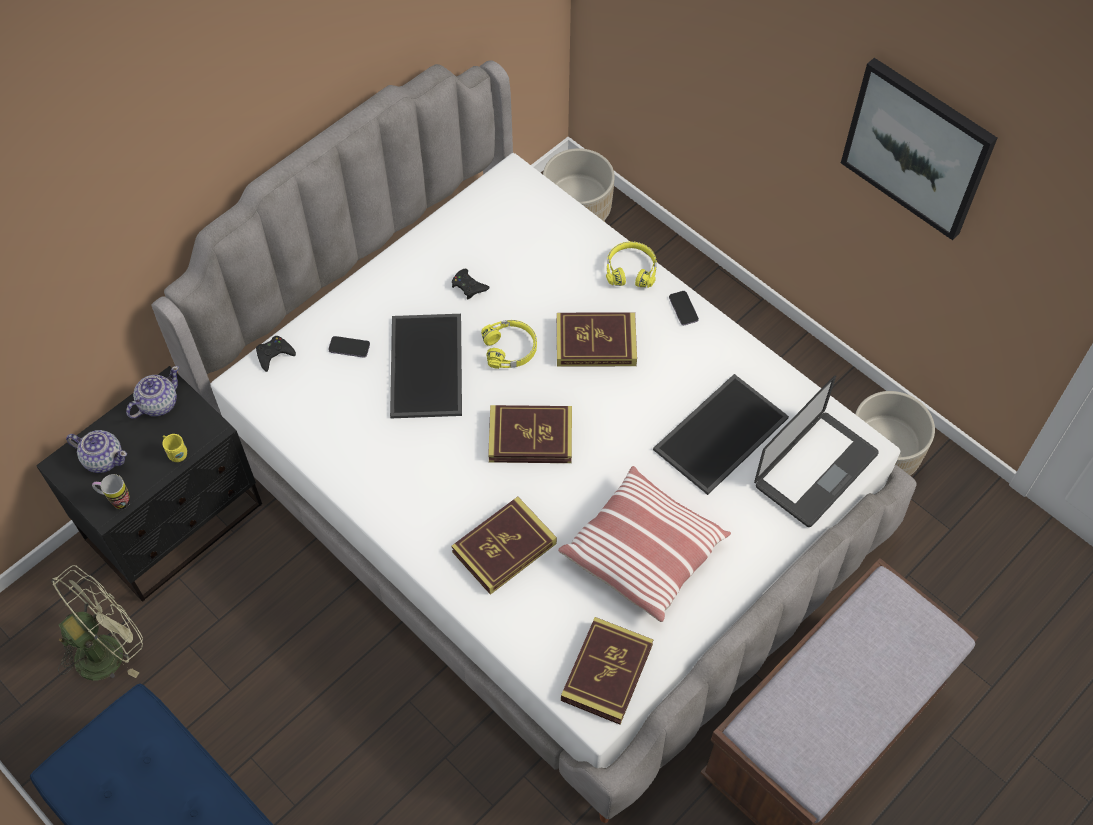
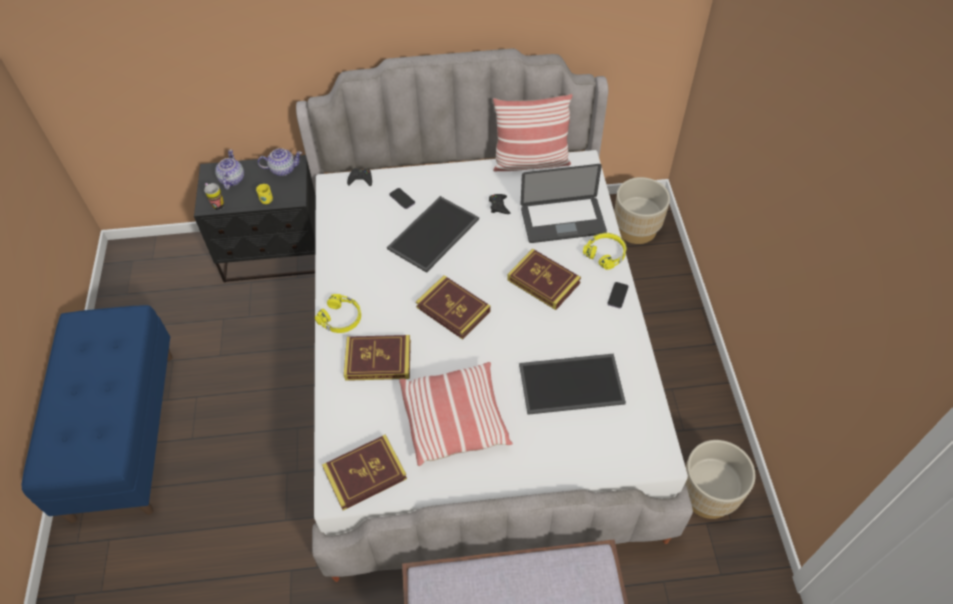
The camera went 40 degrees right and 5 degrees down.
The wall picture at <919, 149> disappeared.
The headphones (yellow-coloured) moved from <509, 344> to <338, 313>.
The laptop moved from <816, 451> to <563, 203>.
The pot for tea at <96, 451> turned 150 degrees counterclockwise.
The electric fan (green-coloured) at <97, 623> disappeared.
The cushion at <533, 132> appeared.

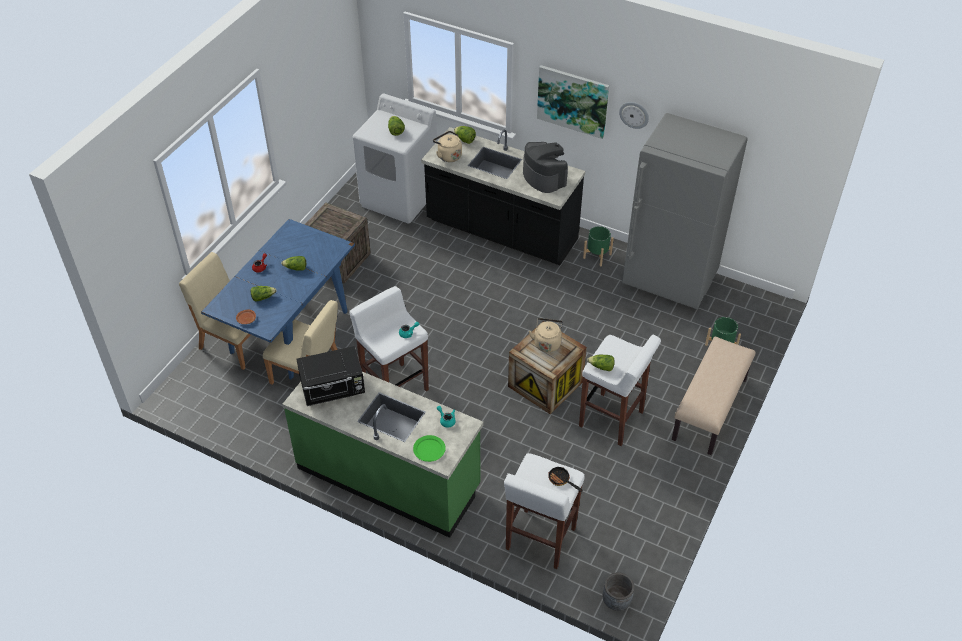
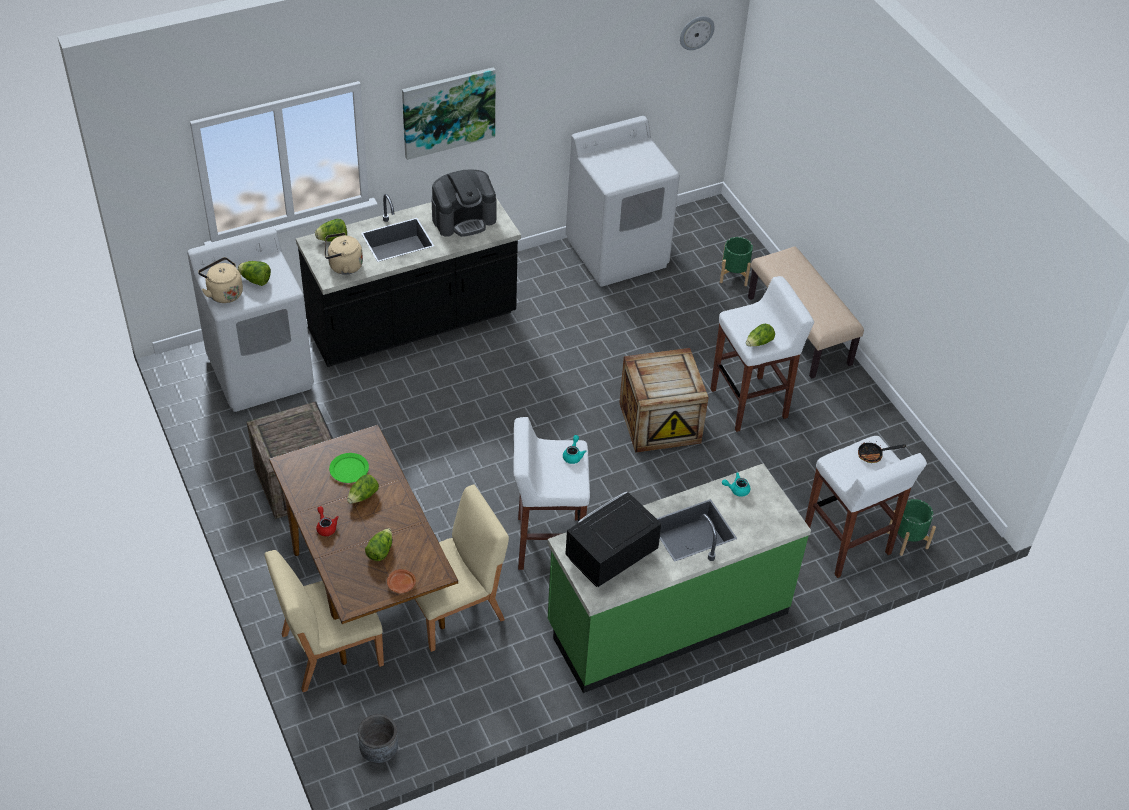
The camera went 55 degrees left and 0 degrees up.
The hanging clock moved from <634, 115> to <697, 33>.
The fridge (greyish) at <685, 211> was replaced by the laundry machine (white-coloured) at <623, 201>.
The coffee brewer at <545, 167> turned 150 degrees clockwise.
The dinner table (blue) at <278, 299> became the dinner table (brown) at <363, 545>.
The plant pot (green-coloured) moved from <598, 246> to <911, 527>.
The water kettle (sand-coloured) moved from <546, 335> to <220, 280>.
The microwave oven (black-coloured) at <331, 376> turned 150 degrees counterclockwise.
The dinner plate (green-coloured) moved from <429, 448> to <349, 468>.
The plant pot (greyish) moved from <619, 591> to <378, 739>.

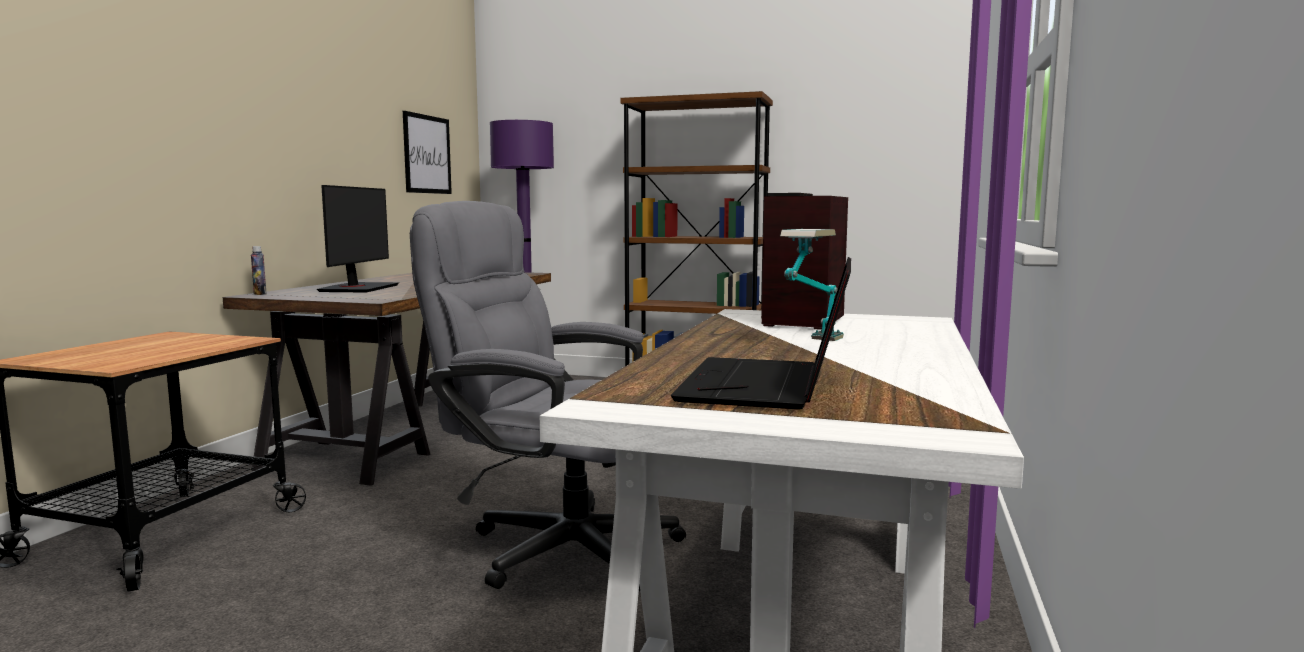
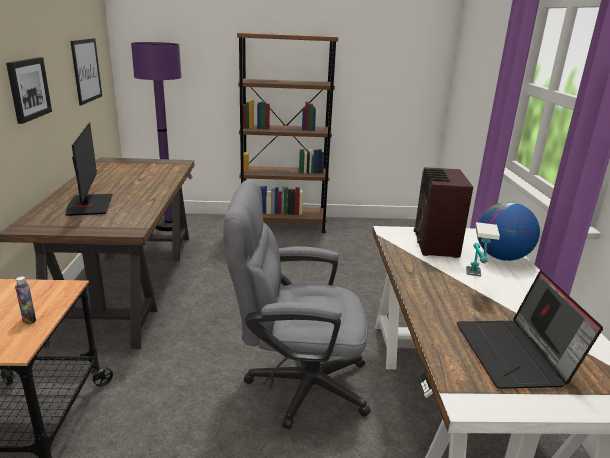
The camera went 20 degrees left and 15 degrees up.
The beverage bottle moved from <258, 270> to <25, 300>.
The wall picture at <29, 90> appeared.
The world globe at <508, 231> appeared.

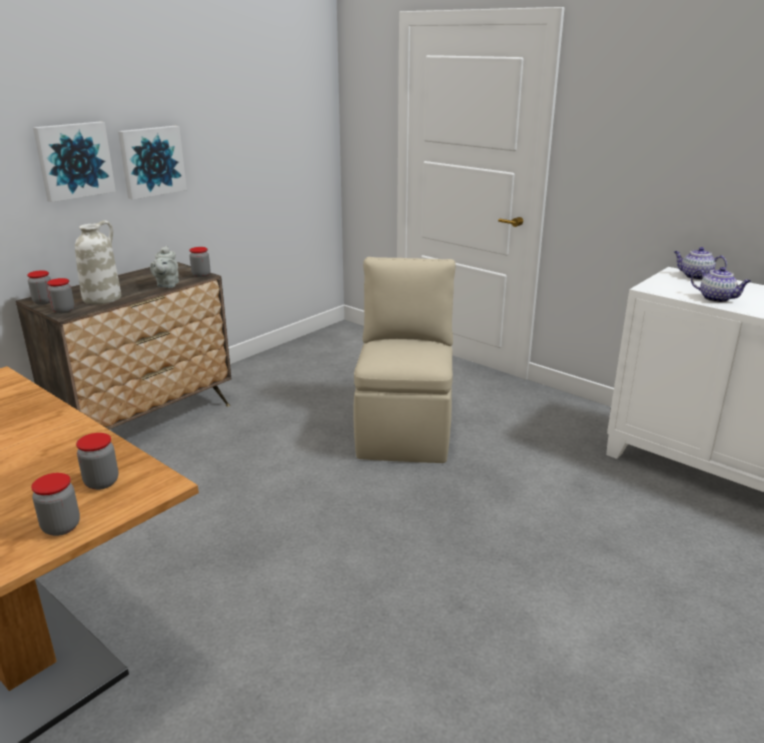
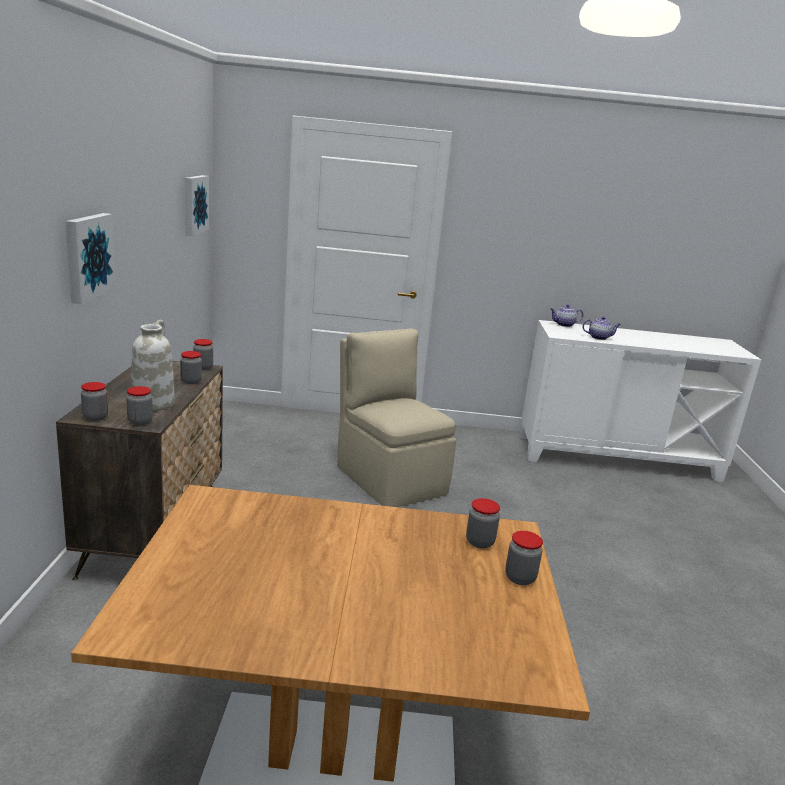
The camera went 40 degrees left and 5 degrees down.
The wall picture moved from <152, 163> to <197, 205>.
The pot for tea (greyish) at <164, 267> was replaced by the jar at <191, 367>.

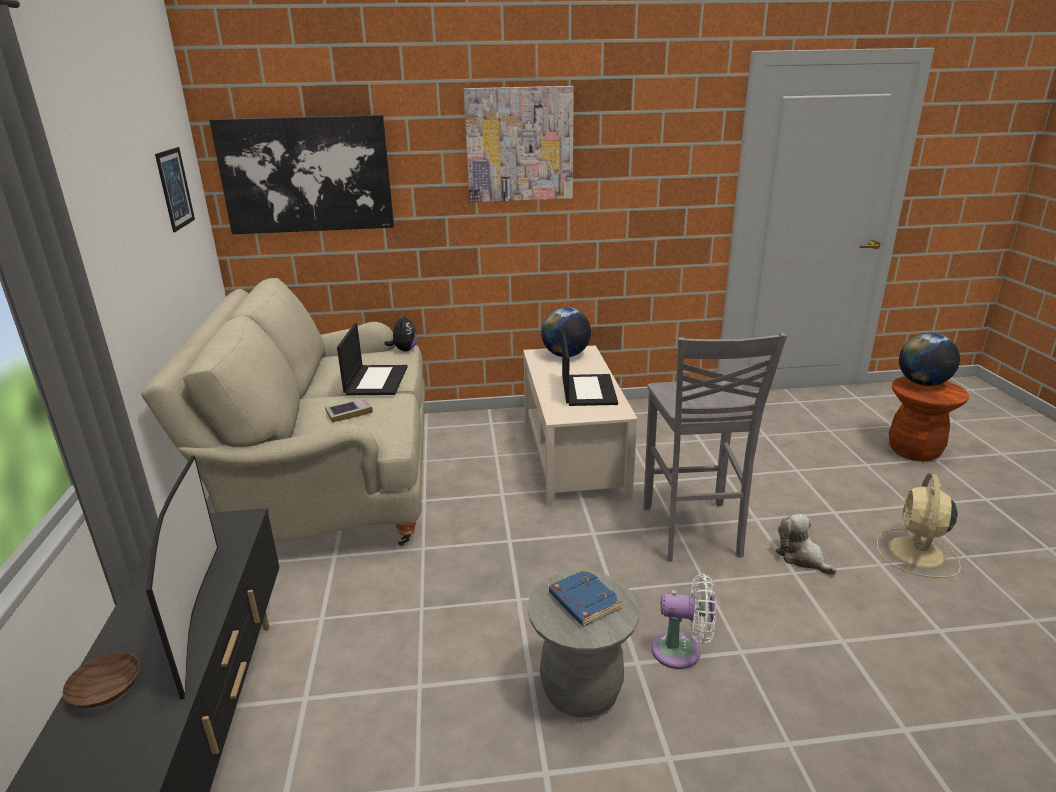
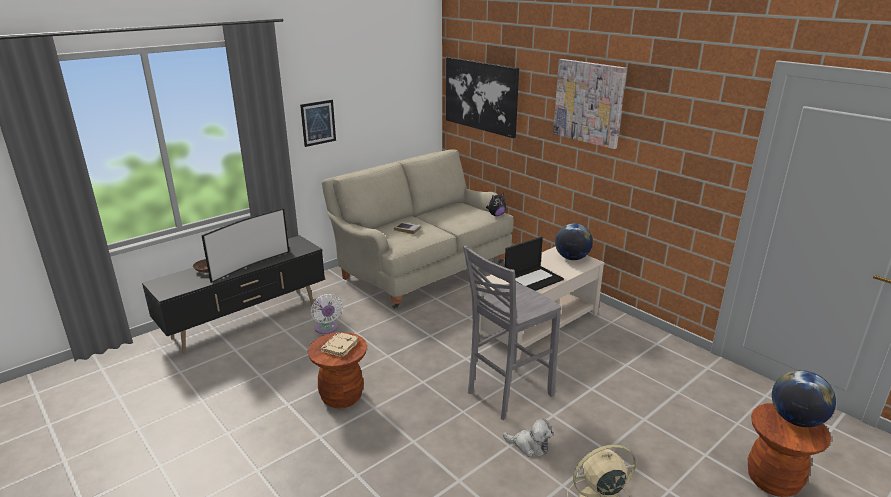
The camera went 55 degrees right and 0 degrees up.
The wall picture moved from <175, 189> to <318, 123>.
The laptop at <372, 359> disappeared.
The cuddly toy at <806, 544> turned 90 degrees clockwise.
The book (blue) at <585, 597> became the book (sand-coloured) at <340, 344>.
The stool (greyish) at <583, 644> became the stool (brown) at <337, 370>.
The electric fan (white-coloured) moved from <683, 621> to <327, 314>.

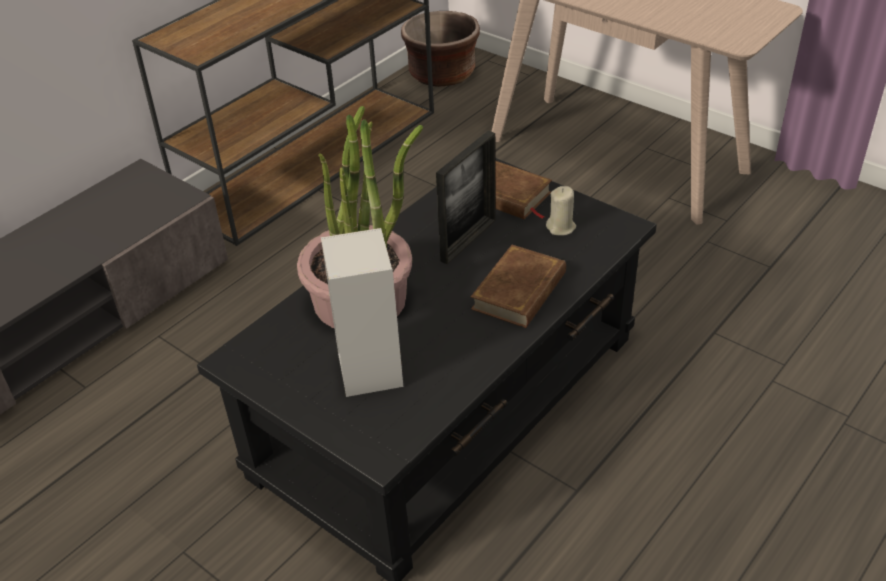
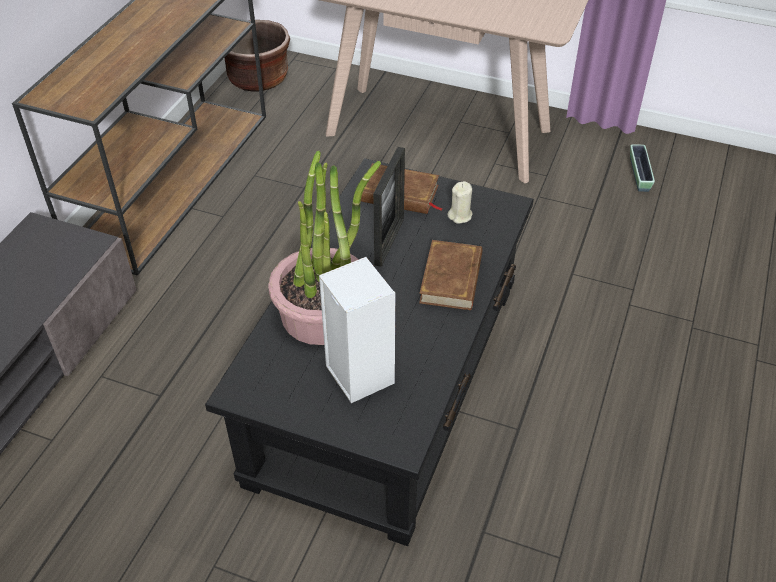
The camera went 20 degrees left and 5 degrees up.
The plant pot at <642, 168> appeared.

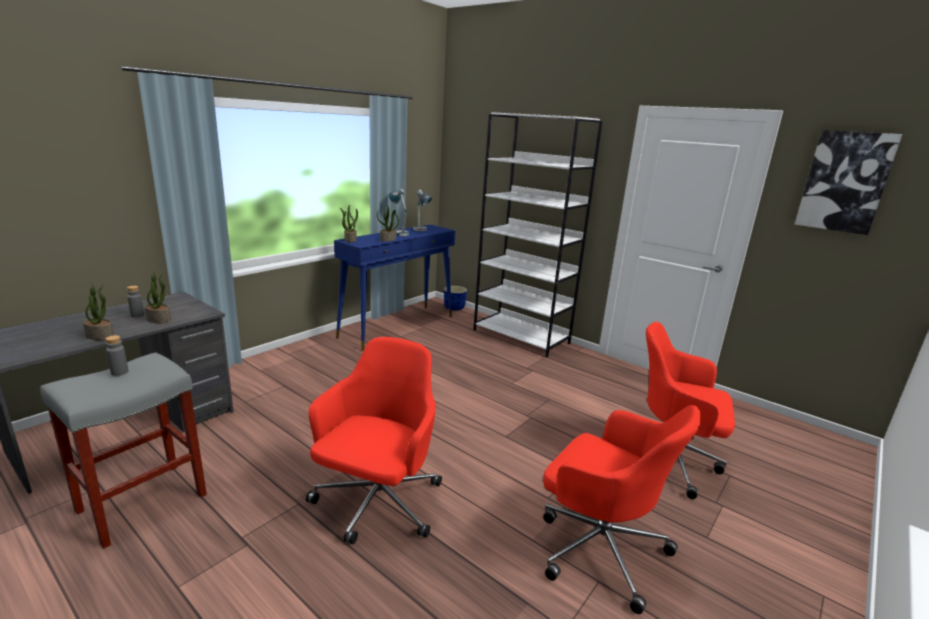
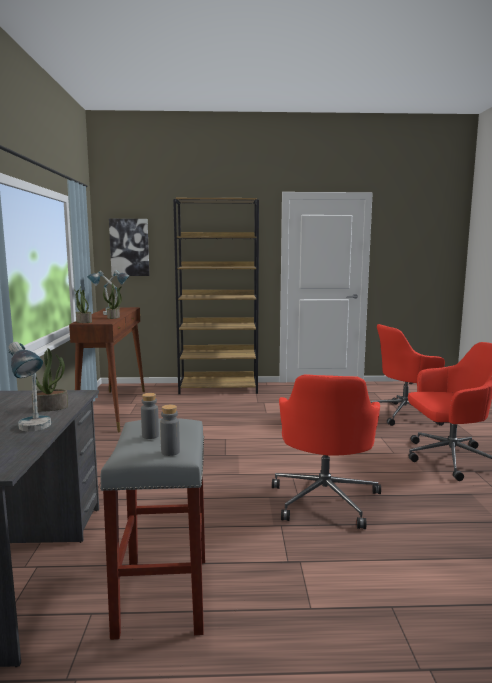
The camera went 40 degrees left and 10 degrees down.
The bookcase (white-coloured) at <538, 234> became the bookcase (brown) at <216, 296>.
The wall picture moved from <848, 182> to <129, 247>.
The console table (blue) at <395, 288> became the console table (brown) at <107, 369>.
The plant in a pot at <98, 312> was replaced by the table lamp at <29, 386>.
The beverage bottle (greyish) moved from <135, 302> to <170, 430>.
The plant pot (blue) at <455, 298> disappeared.
The office chair (reddish) at <374, 440> turned 150 degrees counterclockwise.

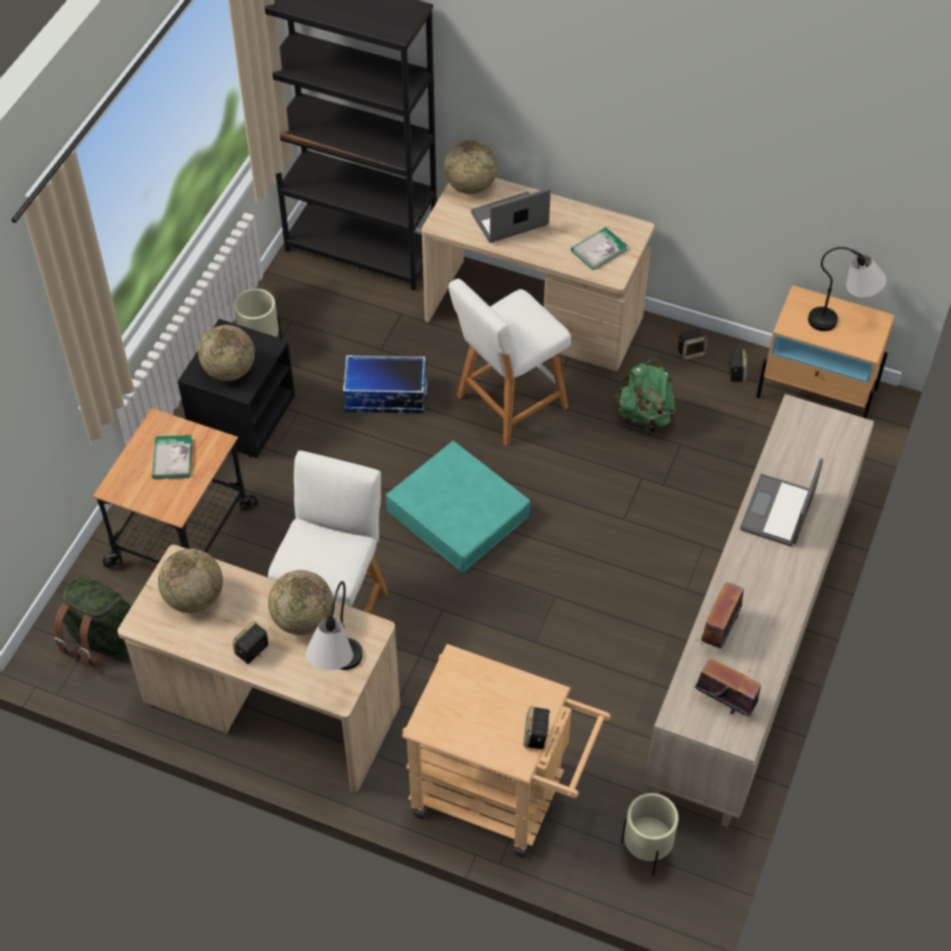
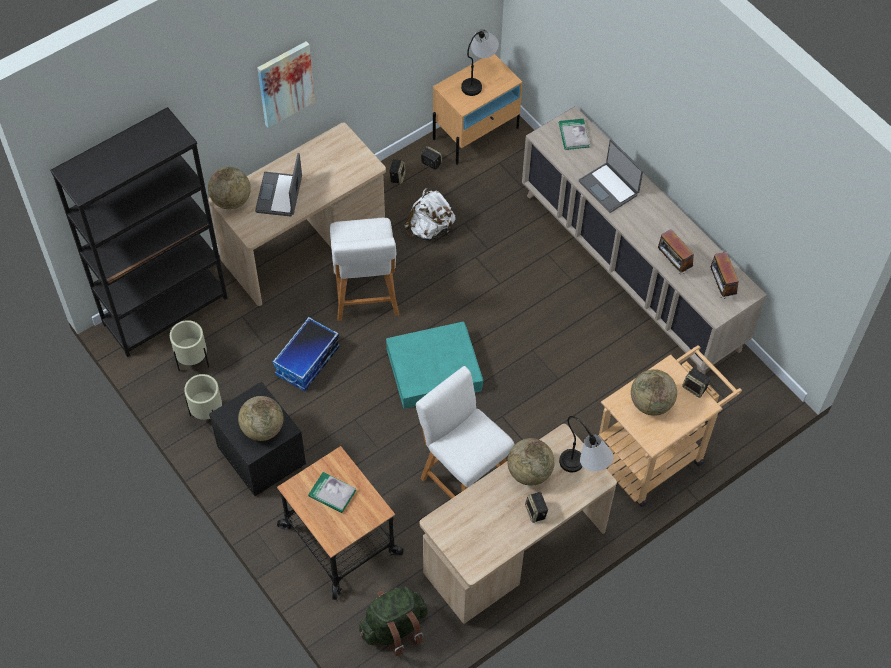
The camera went 60 degrees left and 5 degrees up.
The book moved from <599, 248> to <574, 134>.
The knapsack (green-coloured) at <645, 395> became the knapsack (white-coloured) at <429, 214>.
The world globe moved from <190, 581> to <654, 392>.
The radio receiver at <728, 687> turned 75 degrees counterclockwise.
The plant pot (sand-coloured) moved from <650, 834> to <189, 345>.
The wall picture at <286, 84> appeared.

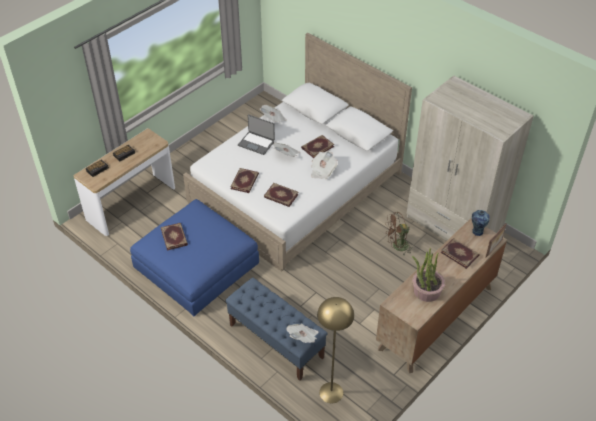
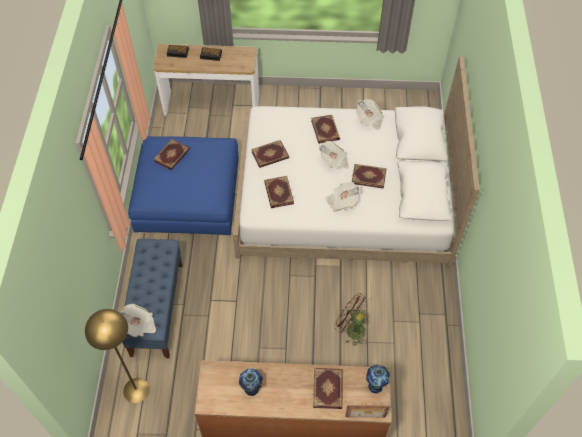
The camera went 50 degrees right and 10 degrees up.
The armoire (sand-coloured) at <470, 158> disappeared.
The laptop at <256, 135> was replaced by the book at <325, 129>.
The plant in a pot at <429, 275> was replaced by the decorative vase at <250, 382>.

